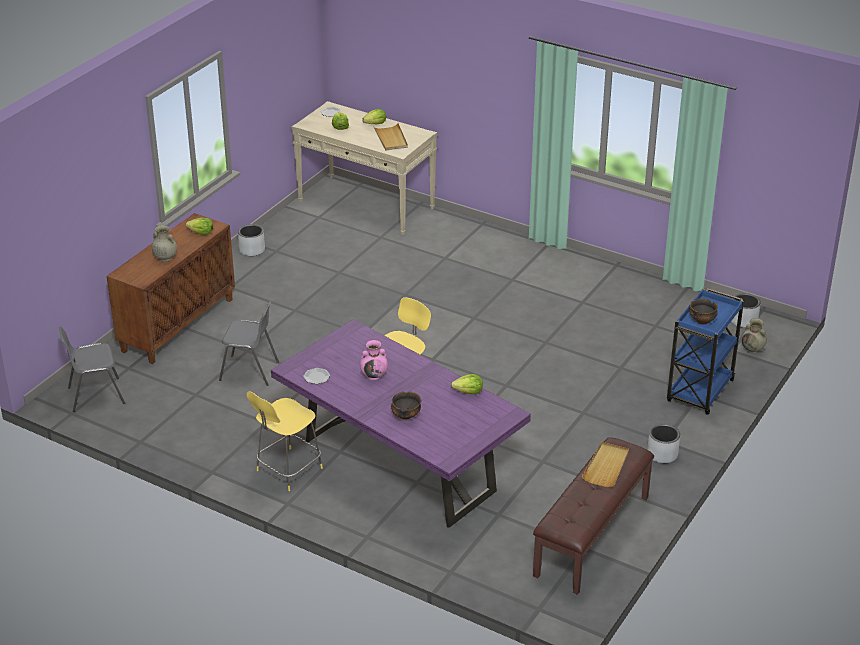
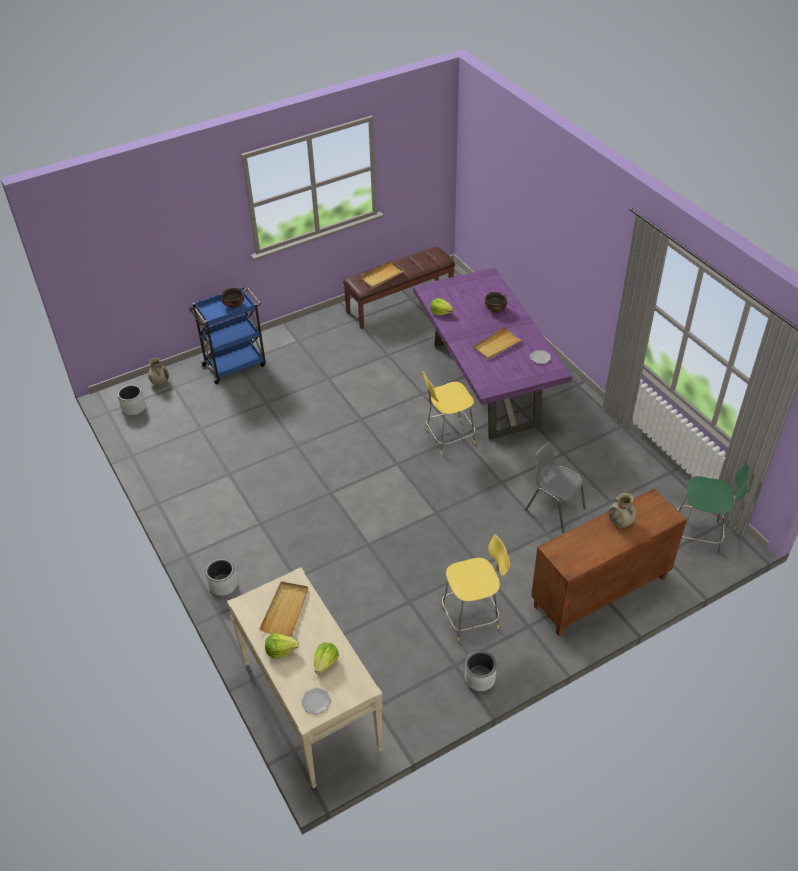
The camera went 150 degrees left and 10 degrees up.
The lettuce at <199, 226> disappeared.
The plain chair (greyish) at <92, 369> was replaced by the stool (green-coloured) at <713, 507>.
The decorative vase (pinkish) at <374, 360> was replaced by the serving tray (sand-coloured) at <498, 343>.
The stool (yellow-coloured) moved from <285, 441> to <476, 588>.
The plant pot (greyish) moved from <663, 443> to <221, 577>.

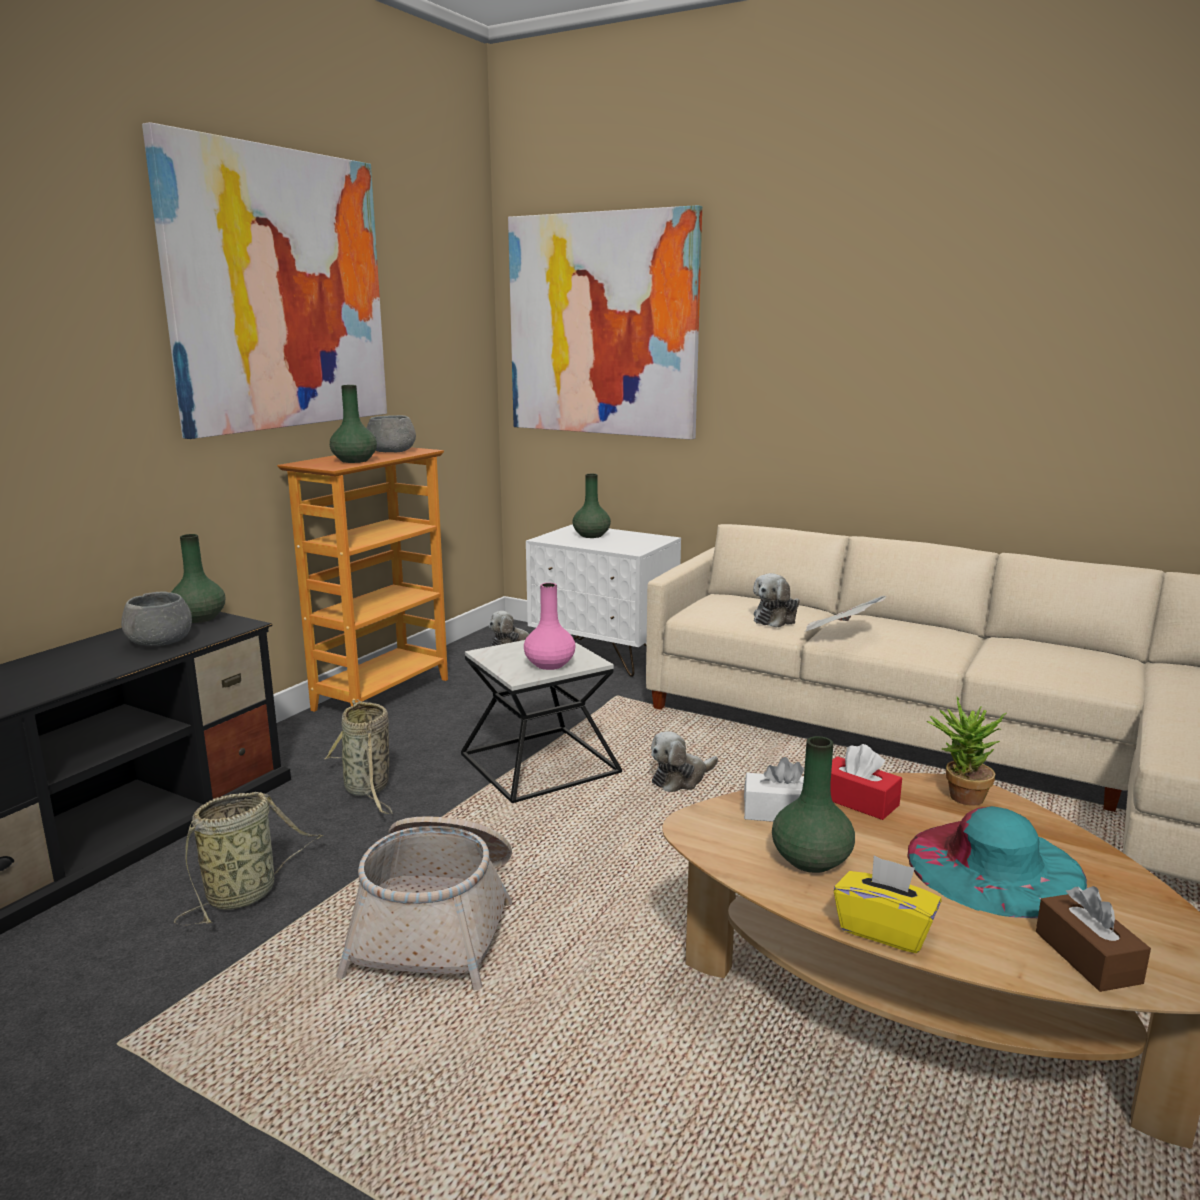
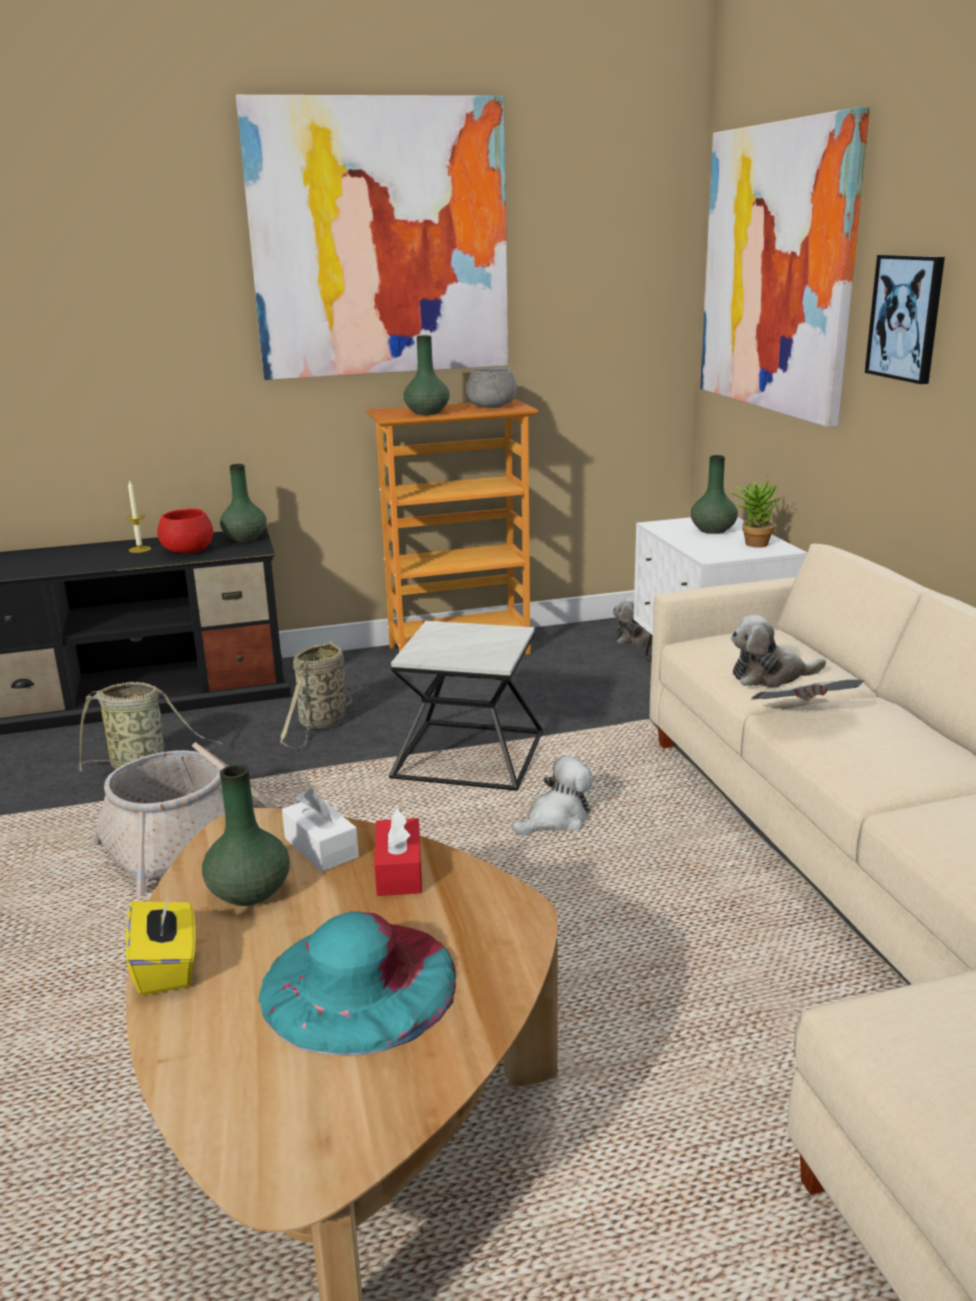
The camera went 45 degrees right and 5 degrees up.
The decorative vase (pinkish) at <550, 626> disappeared.
The bowl (greyish) at <156, 619> became the bowl (reddish) at <185, 531>.
The plant in a pot moved from <966, 751> to <755, 512>.
The cuddly toy at <684, 761> turned 135 degrees clockwise.
The tissue holder (brown) at <1093, 939> disappeared.
The wall picture at <905, 319> appeared.
The wax candle at <138, 516> appeared.

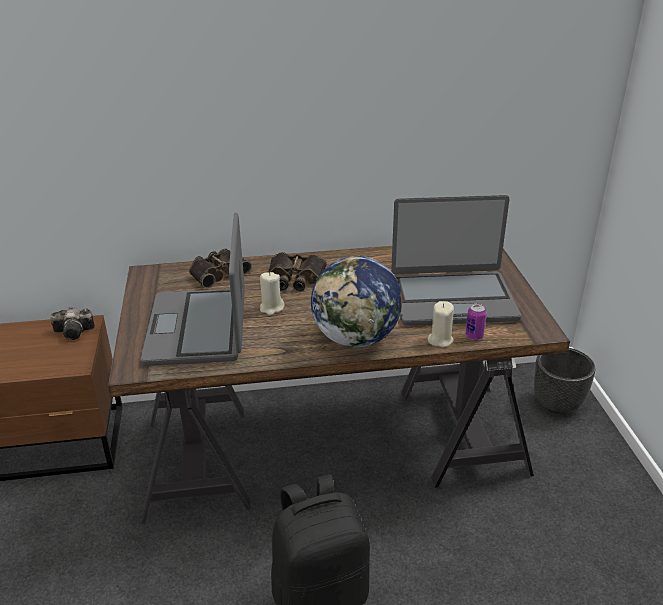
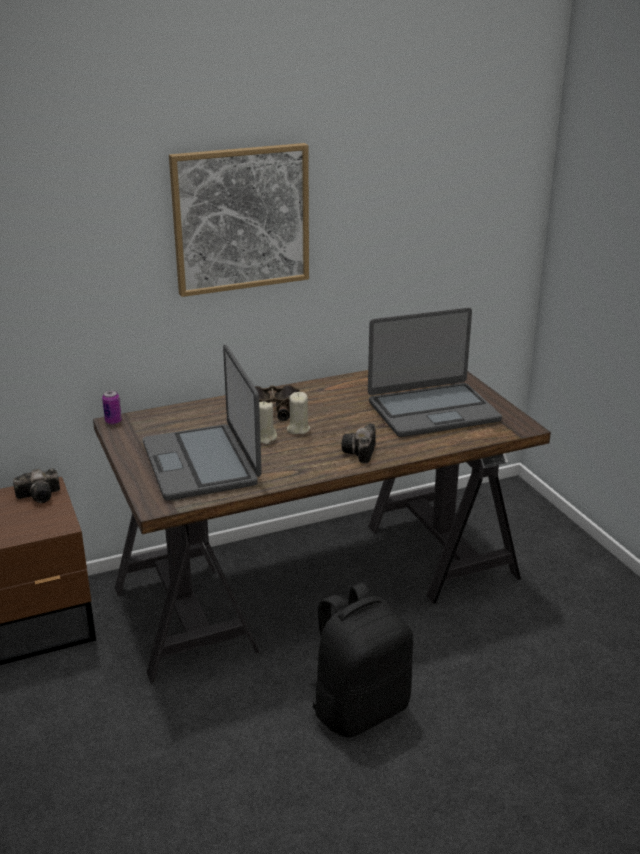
The camera went 15 degrees left and 5 degrees down.
The pair of binoculars at <220, 268> disappeared.
The world globe at <356, 302> was replaced by the still camera at <359, 444>.
The wax candle (sand-coloured) moved from <441, 324> to <298, 413>.
The sealed can moved from <476, 321> to <112, 407>.
The plant pot (black-coloured) at <565, 381> disappeared.
The wall picture at <239, 220> appeared.

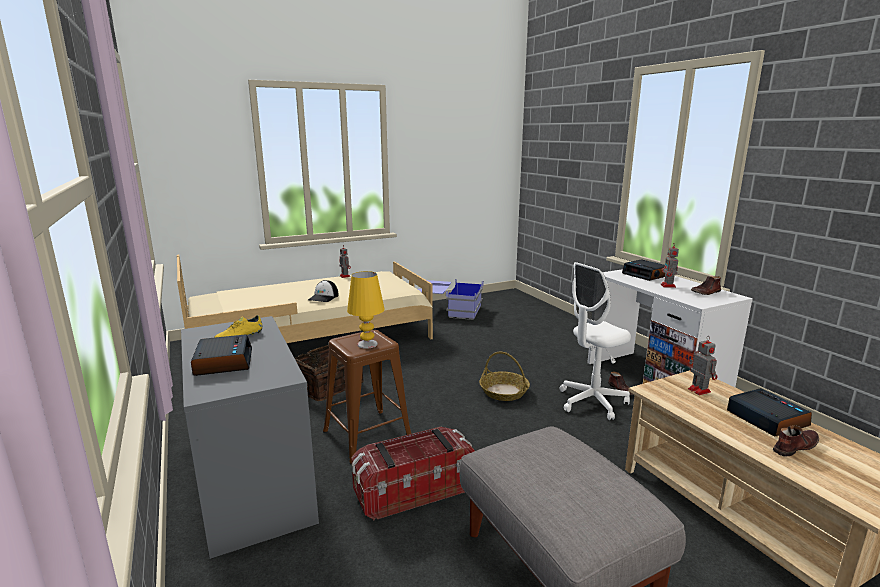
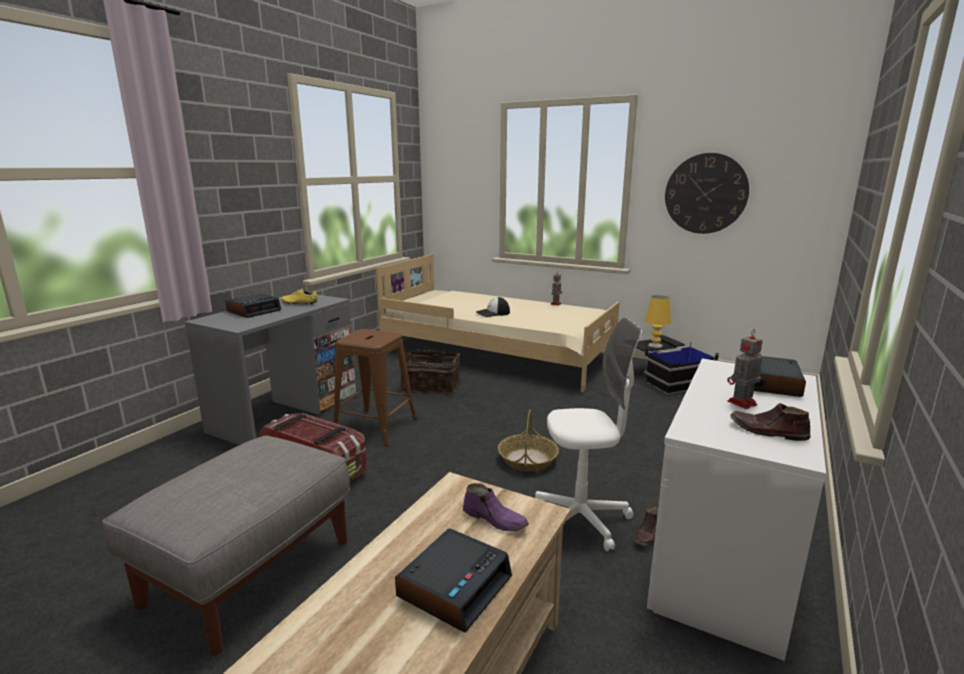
The camera went 55 degrees right and 0 degrees up.
The office chair (white-coloured) at <595, 341> turned 150 degrees clockwise.
The table lamp (yellow-coloured) moved from <366, 310> to <658, 321>.
The storage bin (blue) at <451, 299> became the storage bin (black-coloured) at <677, 365>.
The toy robot at <703, 365> was replaced by the item of footwear (purplish) at <496, 507>.
The item of footwear (brown) at <796, 441> disappeared.
The hanging clock at <707, 193> appeared.

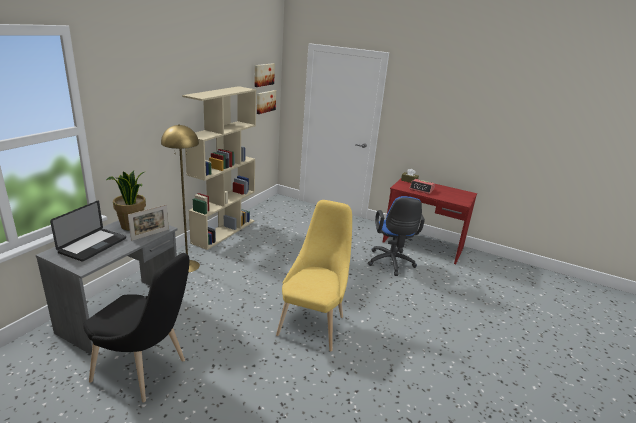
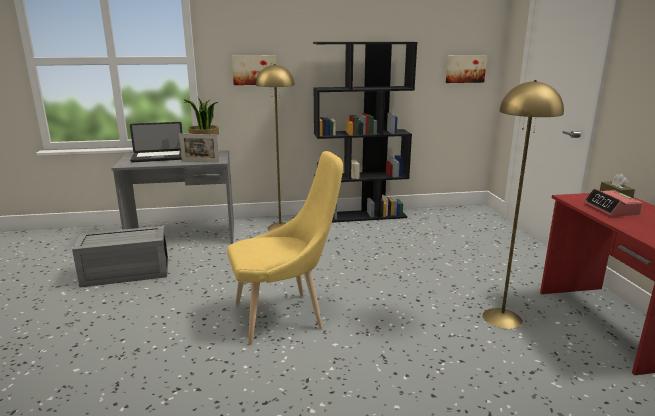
The camera went 55 degrees right and 5 degrees down.
The wall picture moved from <264, 75> to <254, 70>.
The bookcase (sand-coloured) at <219, 168> became the bookcase (black-coloured) at <365, 132>.
The office chair (blue) at <396, 236> was replaced by the standard lamp (yellow-coloured) at <523, 204>.
The plain chair (black-coloured) at <136, 327> was replaced by the storage bin (greyish) at <120, 257>.

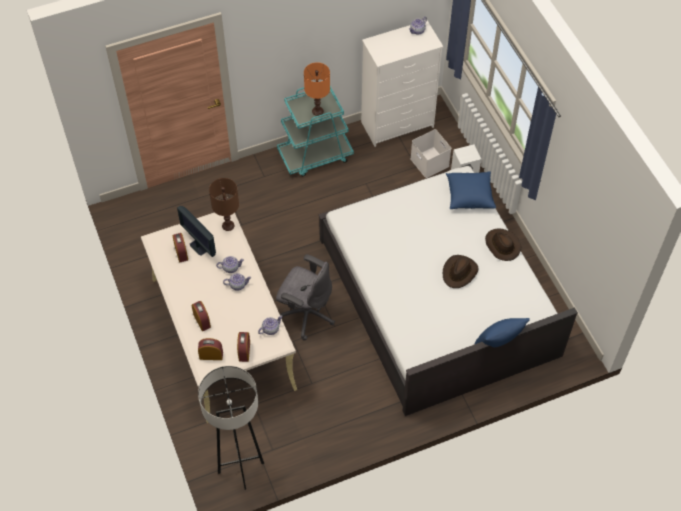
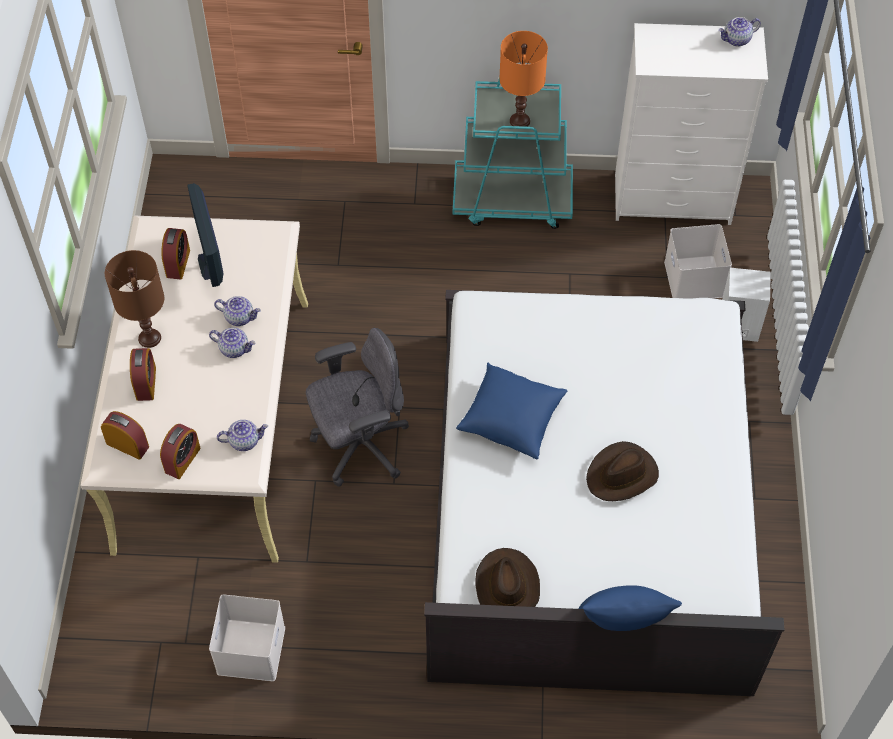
The camera went 25 degrees right and 0 degrees up.
The cushion (blue) moved from <471, 190> to <512, 411>.
The table lamp (brown) moved from <224, 204> to <134, 299>.
The wearable hat (brown) moved from <503, 244> to <507, 577>.
The office chair (greyish) at <305, 297> turned 75 degrees counterclockwise.
The standard lamp (greyish) at <231, 428> disappeared.
The storage bin (white-coloured) at <247, 638> appeared.

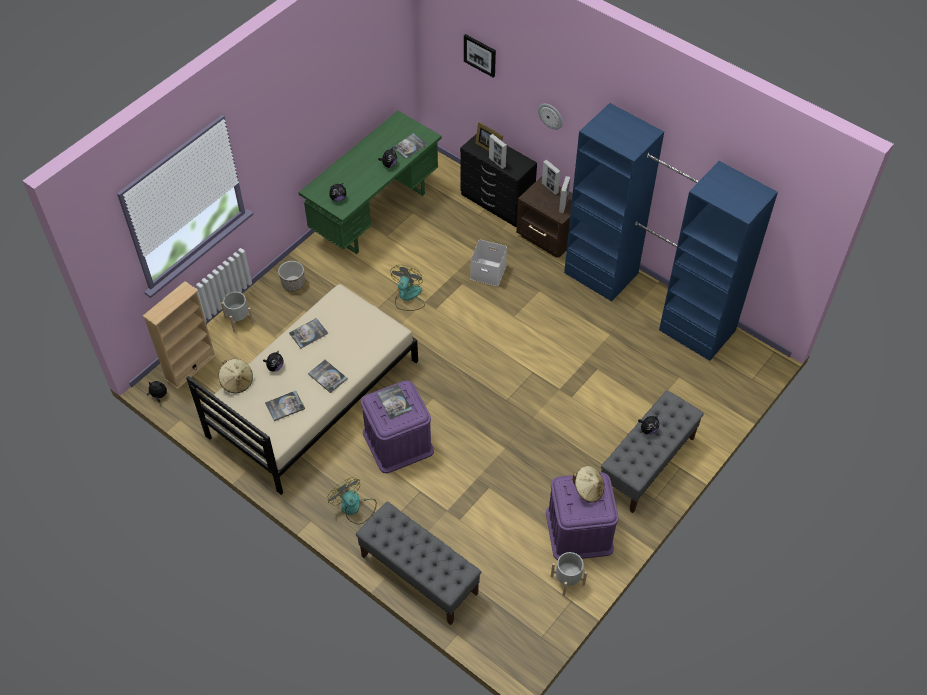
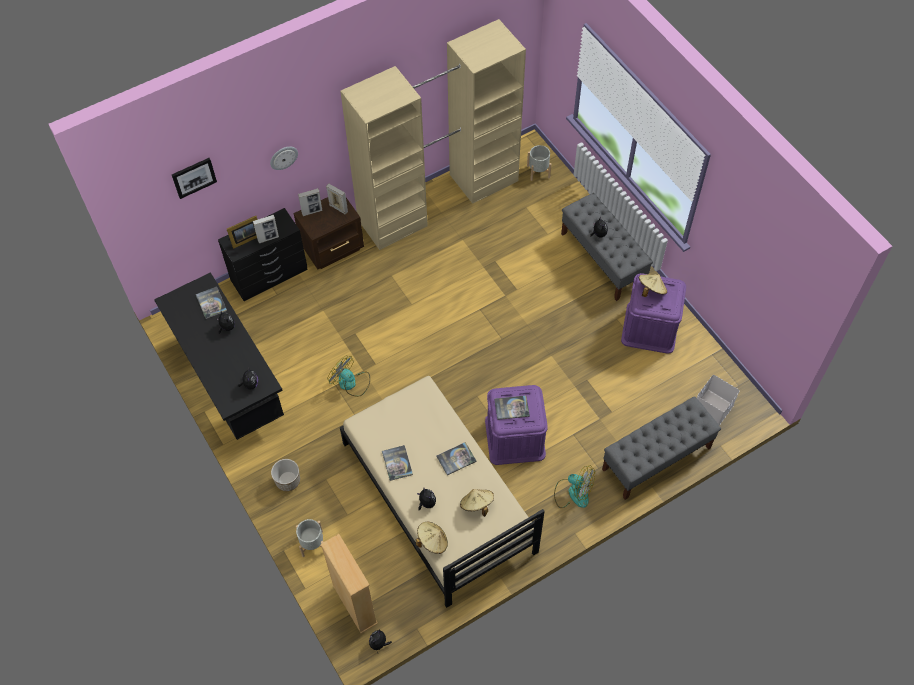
The camera went 70 degrees left and 5 degrees up.
The armoire (blue) at <671, 232> became the armoire (sand-coloured) at <433, 134>.
The desk unit (green-coloured) at <370, 182> became the desk unit (black-coloured) at <219, 356>.
The storage bin (white-coloured) moved from <488, 263> to <718, 400>.
The book at <285, 405> was replaced by the wearable hat (sand-coloured) at <477, 503>.
The electric fan at <352, 501> turned 135 degrees counterclockwise.
The plant pot (greyish) moved from <569, 574> to <539, 163>.

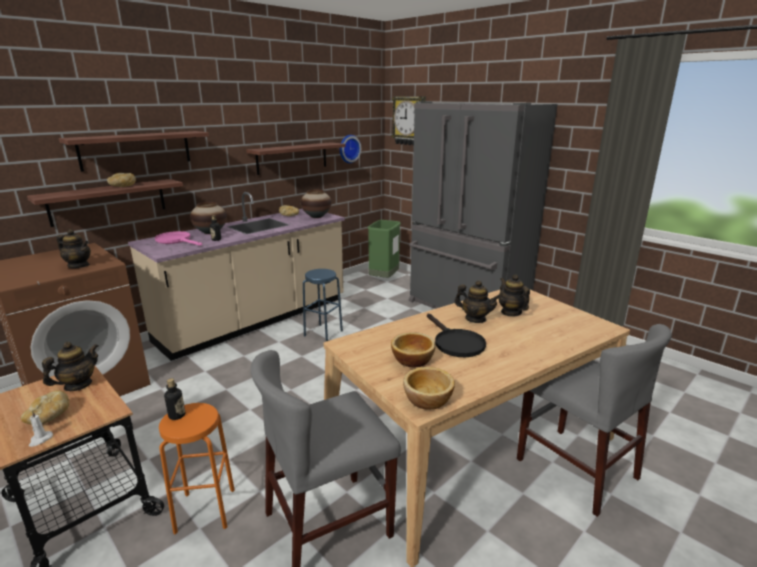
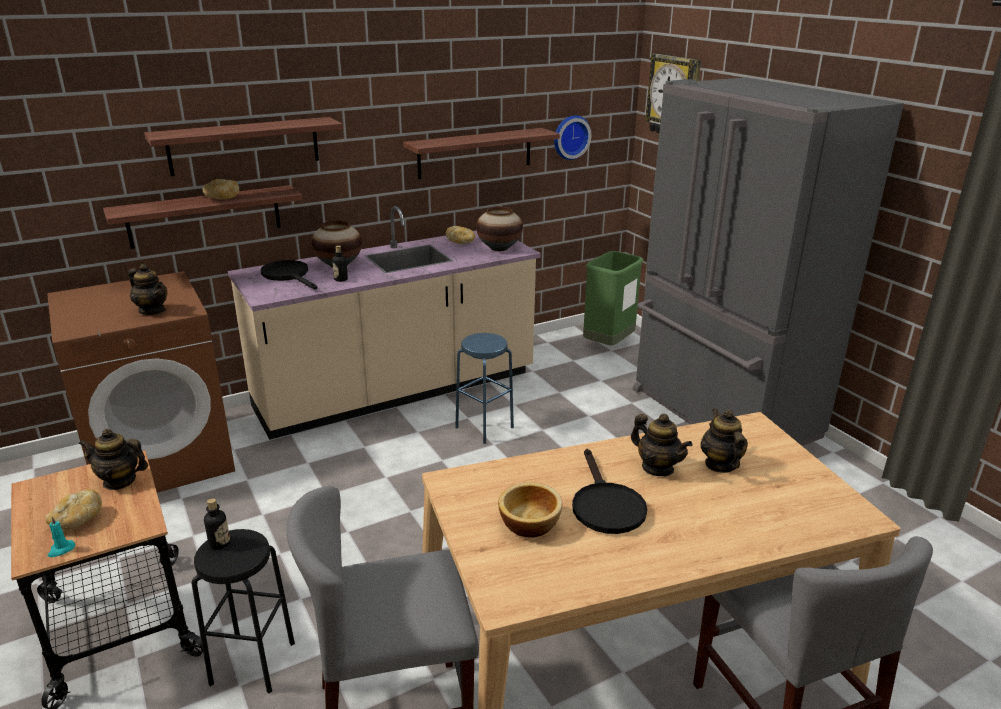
The camera went 15 degrees right and 5 degrees up.
The pan (pinkish) at <178, 238> became the pan (black-coloured) at <289, 274>.
The pot for tea at <70, 366> turned 135 degrees counterclockwise.
The bowl at <429, 388> disappeared.
The stool (orange-coloured) at <197, 468> became the stool (black-coloured) at <243, 611>.
The wax candle (white-coloured) at <41, 429> became the wax candle (turquoise-coloured) at <61, 537>.

